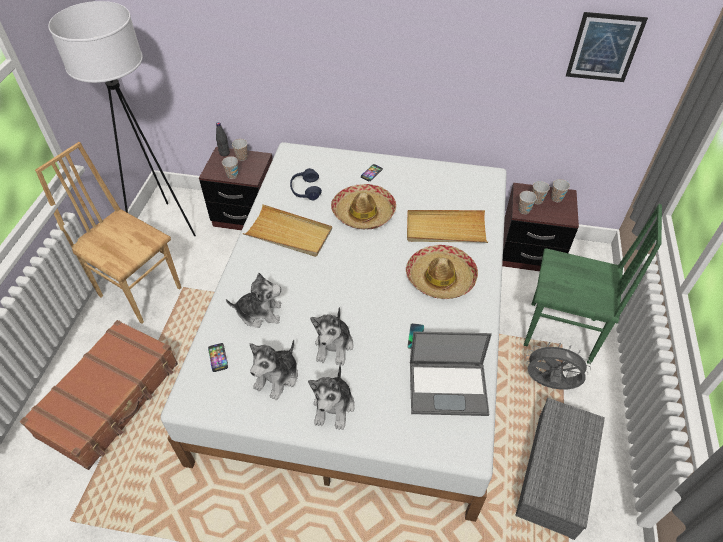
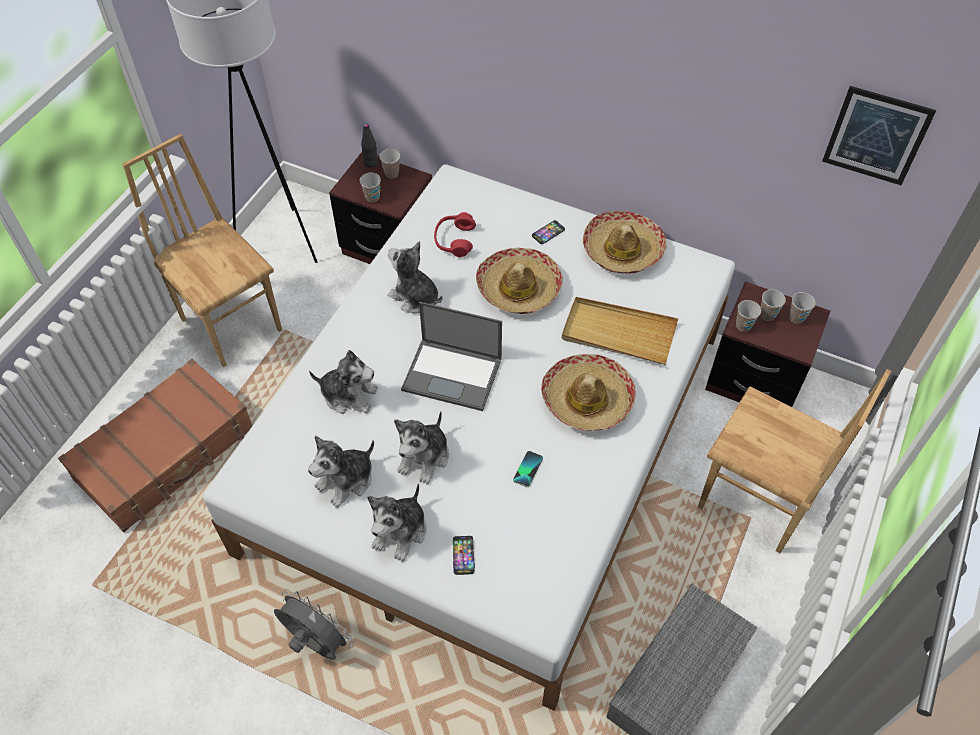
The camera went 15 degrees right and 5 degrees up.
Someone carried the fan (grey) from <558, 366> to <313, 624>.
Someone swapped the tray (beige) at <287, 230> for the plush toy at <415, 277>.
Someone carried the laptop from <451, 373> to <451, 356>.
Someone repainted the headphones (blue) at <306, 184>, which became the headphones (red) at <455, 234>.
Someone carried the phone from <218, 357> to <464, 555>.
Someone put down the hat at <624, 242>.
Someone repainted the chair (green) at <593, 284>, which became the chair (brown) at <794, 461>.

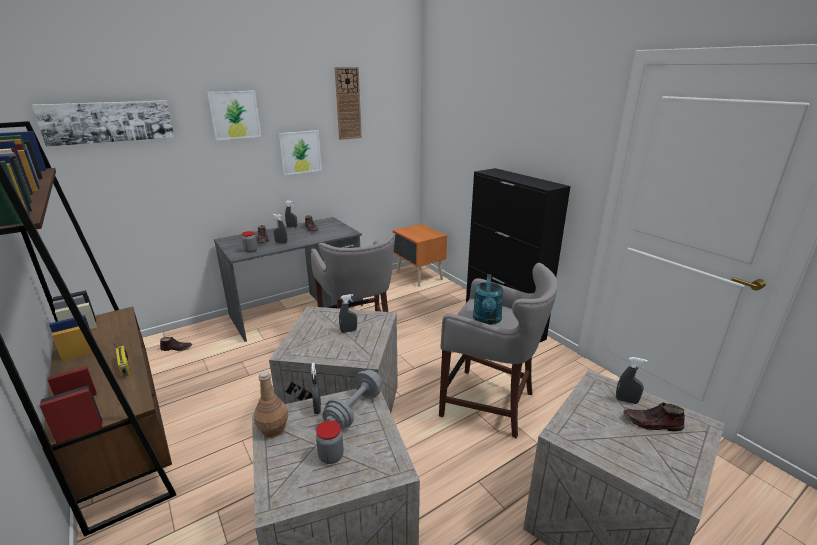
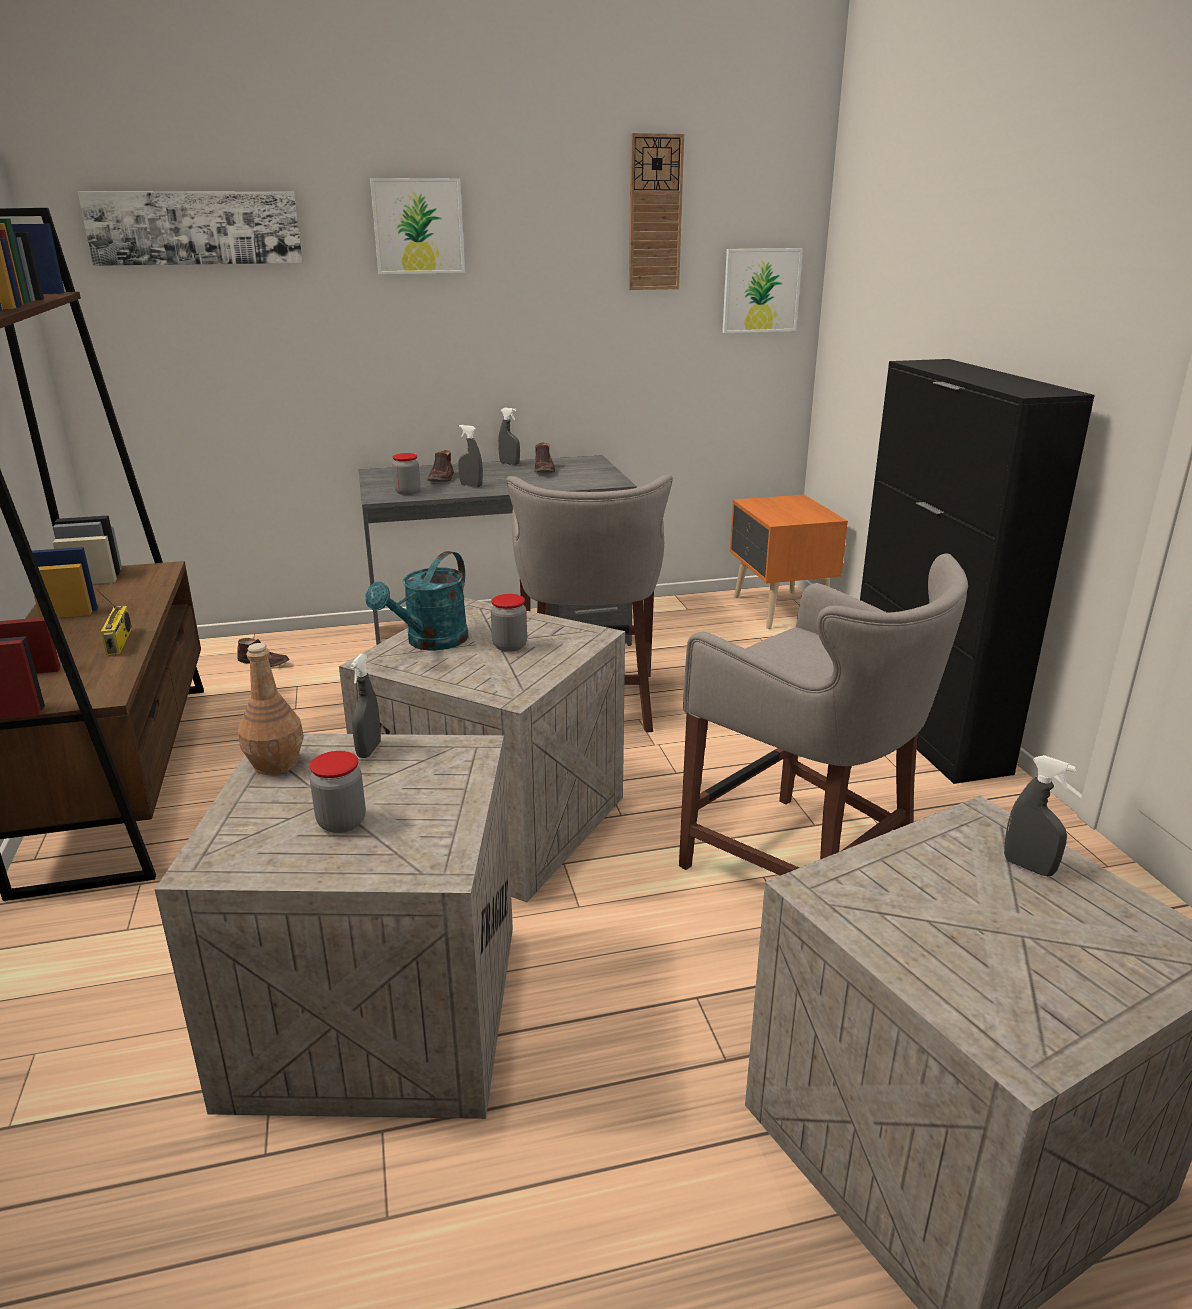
The camera went 20 degrees right and 0 degrees up.
Someone carried the watering can (turquoise) from <488, 299> to <417, 600>.
Someone swapped the spray bottle (grey) at <348, 313> for the jar at <509, 623>.
Someone carried the picture from <300, 152> to <762, 290>.
Someone took away the dumbbell (grey) at <352, 399>.
Someone took away the shoe (brown) at <654, 417>.

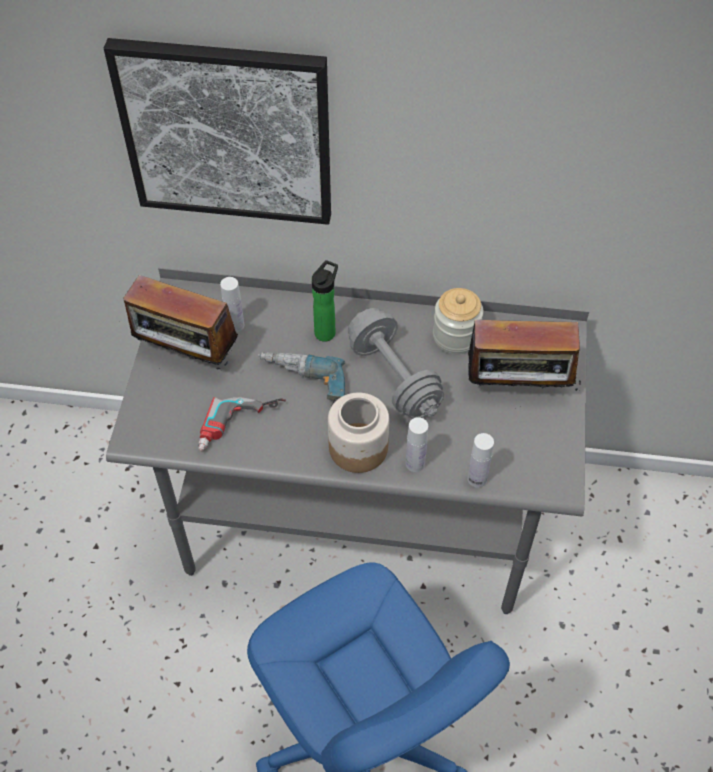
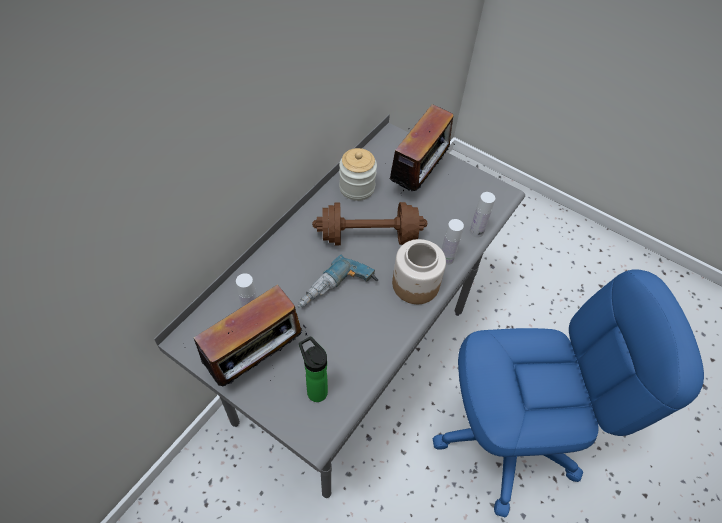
The camera went 65 degrees left and 0 degrees up.
Someone carried the bottle from <325, 301> to <313, 369>.
Someone repainted the dumbbell (grey) at <396, 363>, which became the dumbbell (brown) at <369, 224>.
Someone took away the picture at <217, 131>.
Someone took away the power drill at <242, 424>.

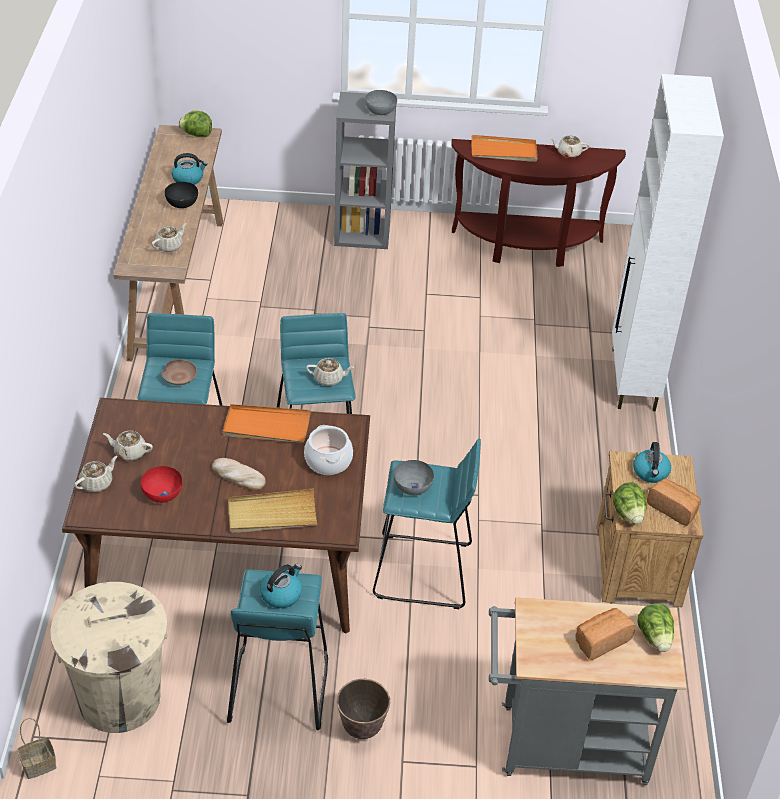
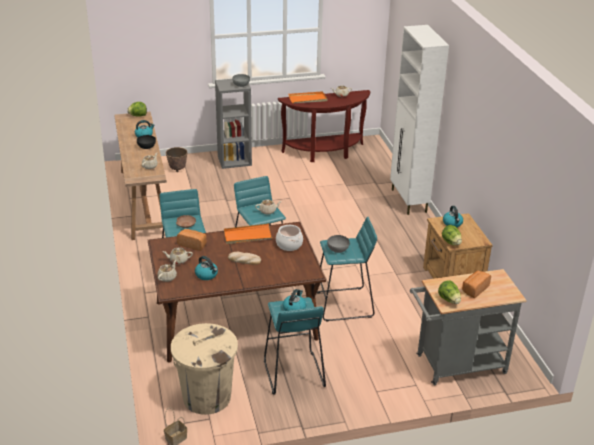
The camera went 15 degrees left and 10 degrees down.
Someone carried the planter from <363, 709> to <176, 159>.
Someone carried the bread from <674, 502> to <191, 240>.
Someone swapped the bowl (red) at <161, 484> for the kettle at <206, 268>.
Someone carried the lettuce from <655, 627> to <449, 292>.
Someone took away the tray (beige) at <273, 511>.

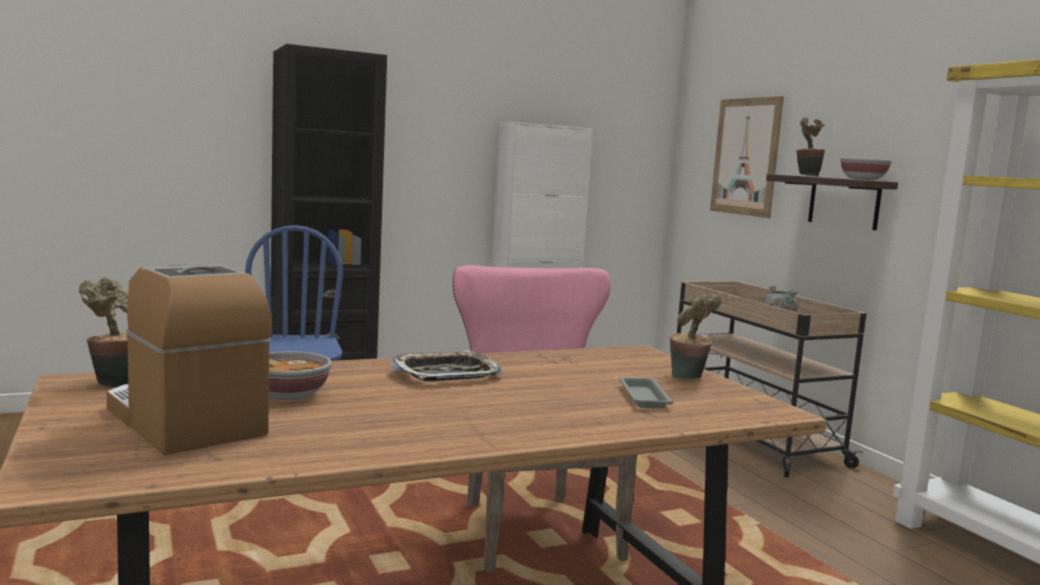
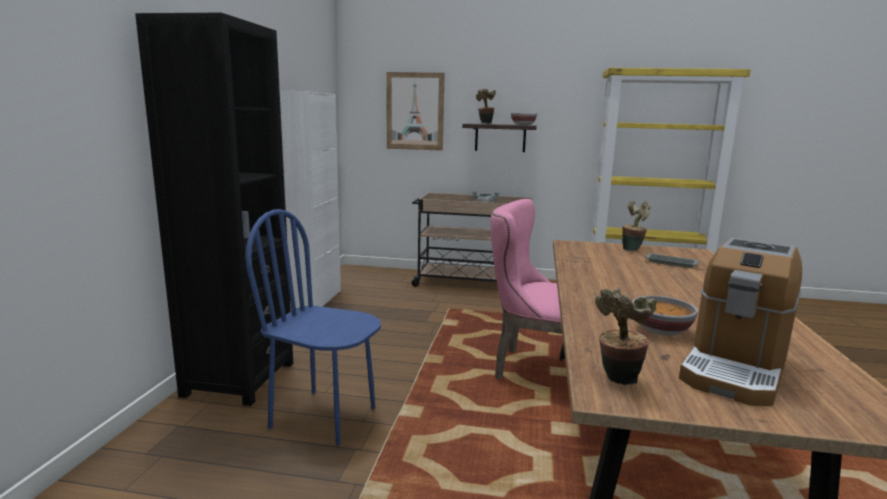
The camera went 55 degrees left and 5 degrees up.
Someone rotated the coffee machine at <189, 359> by 45 degrees counterclockwise.
Someone took away the tray at <446, 365>.

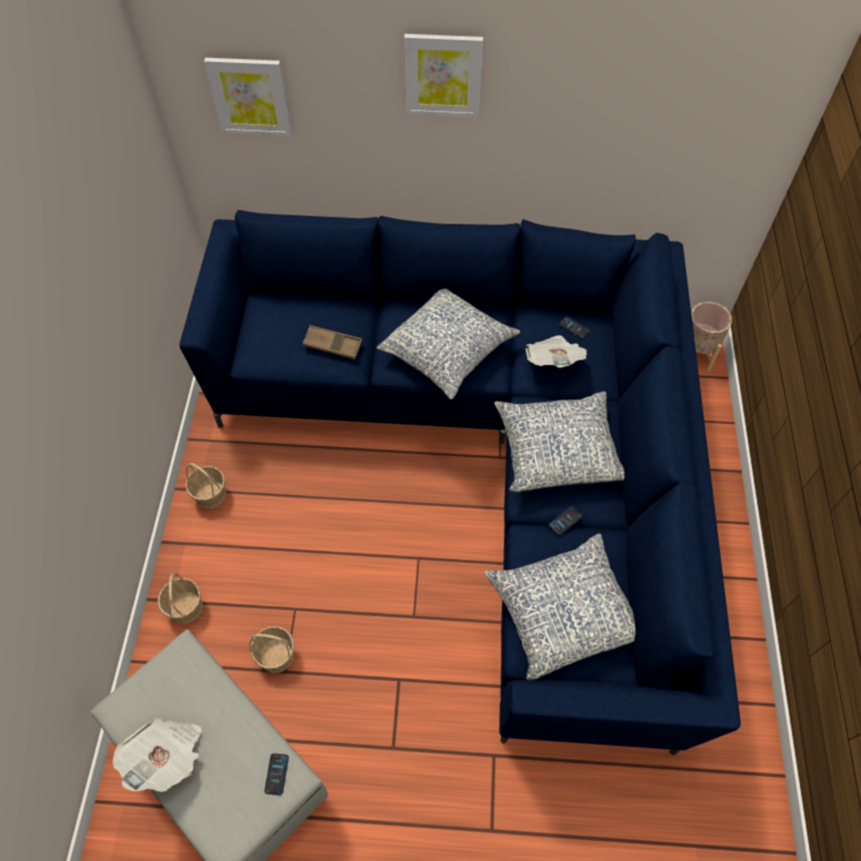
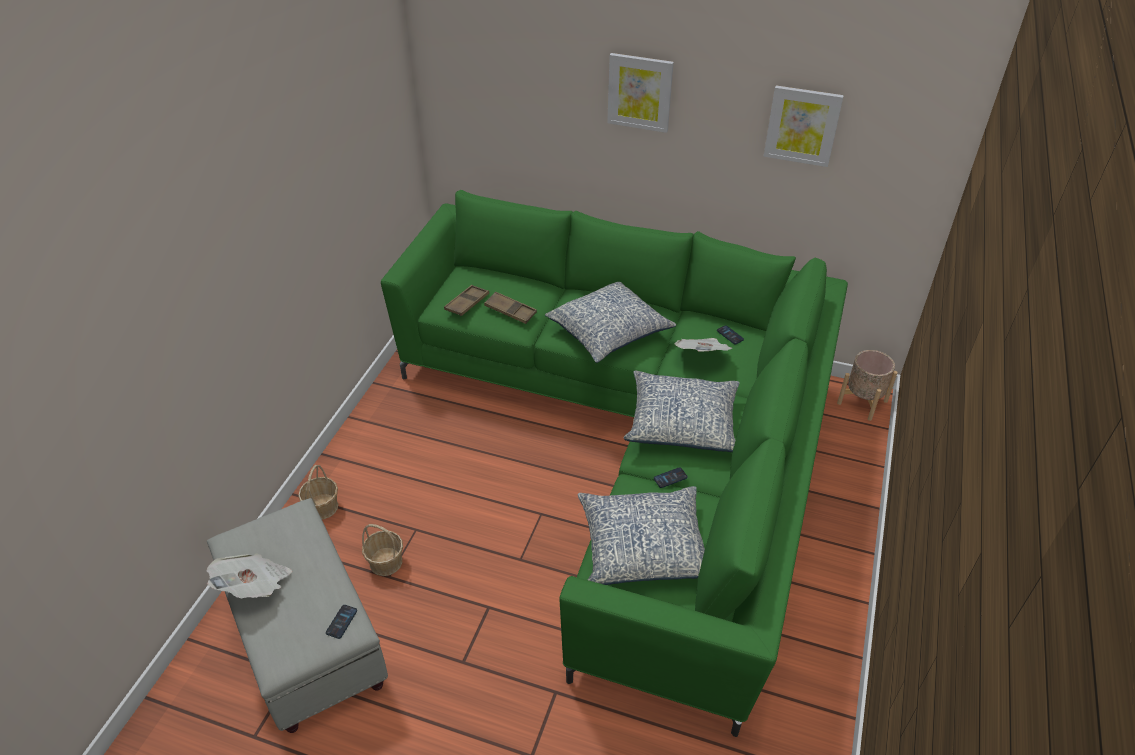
The camera went 15 degrees right and 15 degrees down.
Someone repainted the sofa (blue) at <460, 482>, which became the sofa (green) at <614, 463>.
Someone put down the tray (brown) at <466, 300>.
Someone carried the picture from <248, 97> to <804, 126>.
Someone took away the basket at <205, 486>.

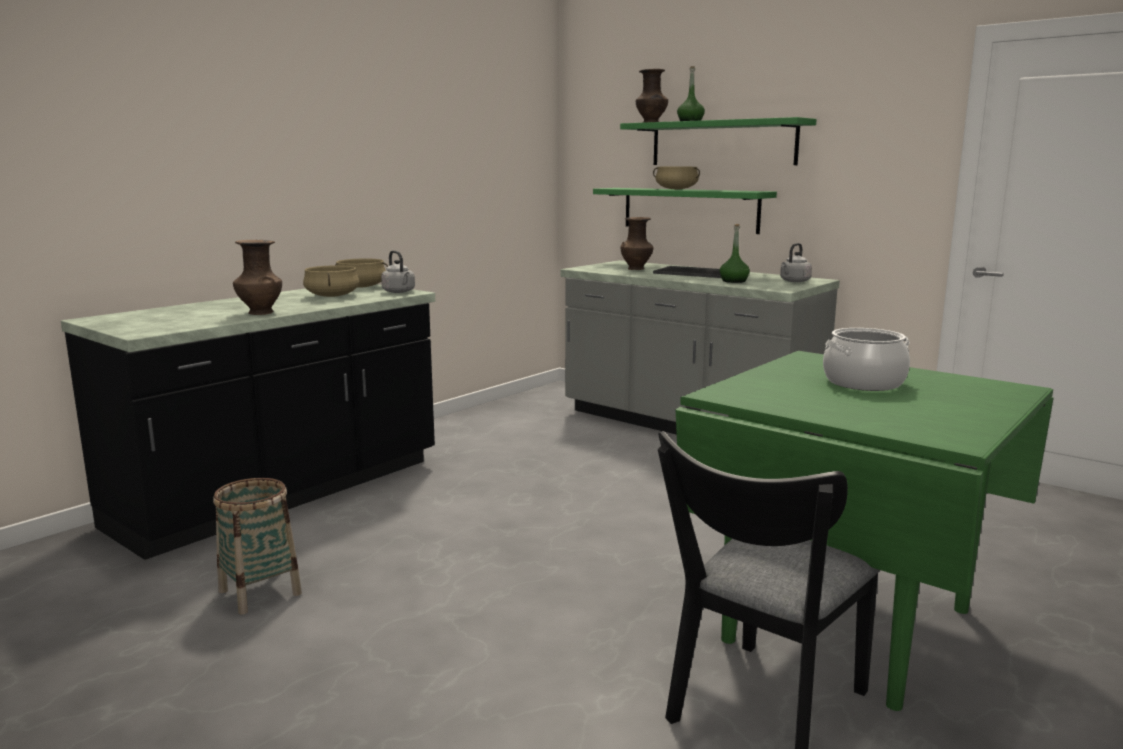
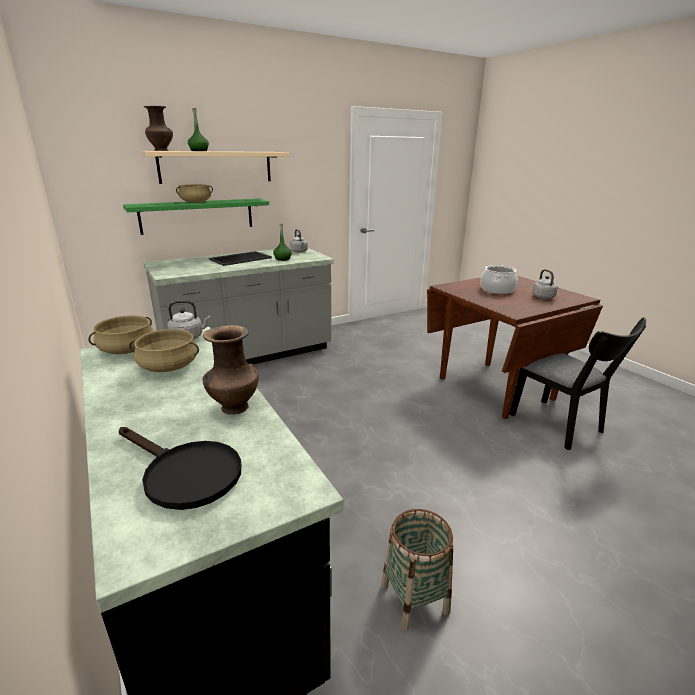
The camera went 70 degrees left and 10 degrees up.
Someone put down the frying pan (black) at <180, 468>.
Someone repainted the shelf (green) at <718, 141>, which became the shelf (beige) at <215, 167>.
Someone repainted the dining table (green) at <864, 531>, which became the dining table (brown) at <515, 347>.
Someone put down the kettle (grey) at <545, 284>.
Someone took away the vase (brown) at <637, 243>.

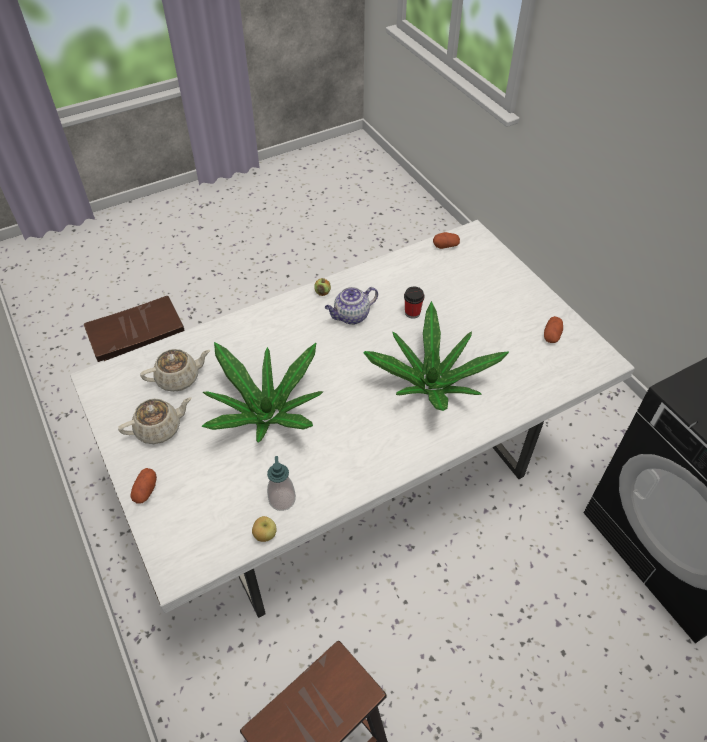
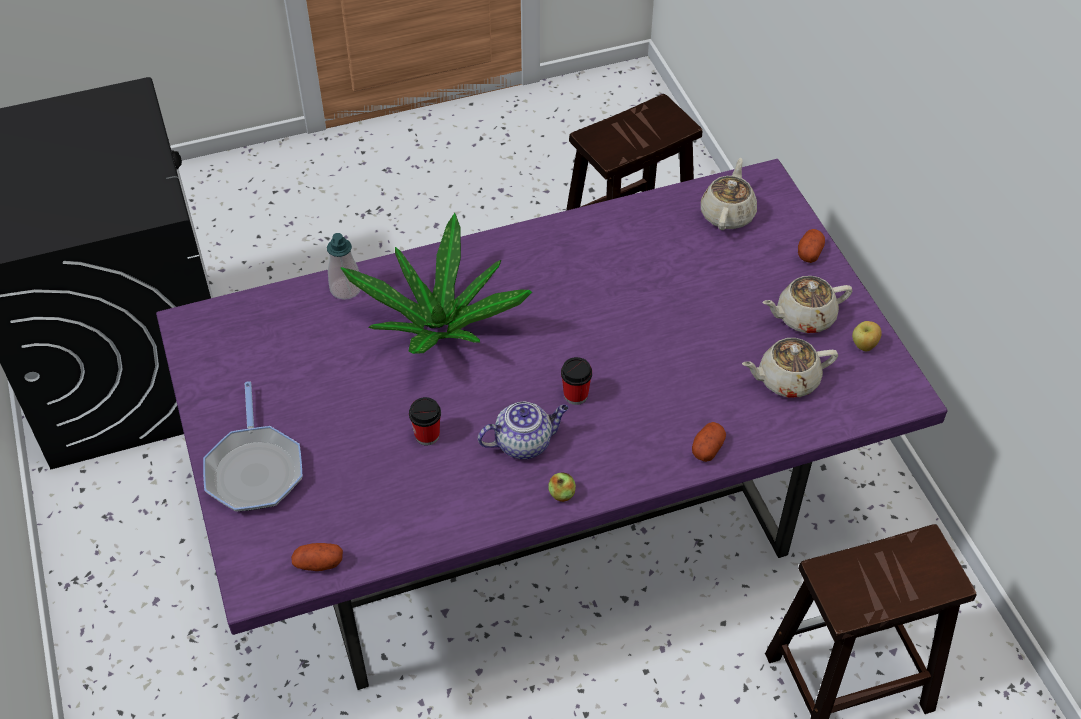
The camera went 170 degrees left and 0 degrees up.
Someone repainted the dining table (white) at <352, 419>, which became the dining table (purple) at <552, 424>.
Someone put down the frying pan at <252, 446>.
Someone carried the soap dispenser from <281, 483> to <344, 266>.
Someone put down the cup at <576, 381>.
Someone carried the potato from <553, 329> to <709, 442>.
Someone put down the teapot (beige) at <729, 194>.
Someone carried the apple from <264, 529> to <867, 336>.
Someone took away the potted plant at <262, 392>.

